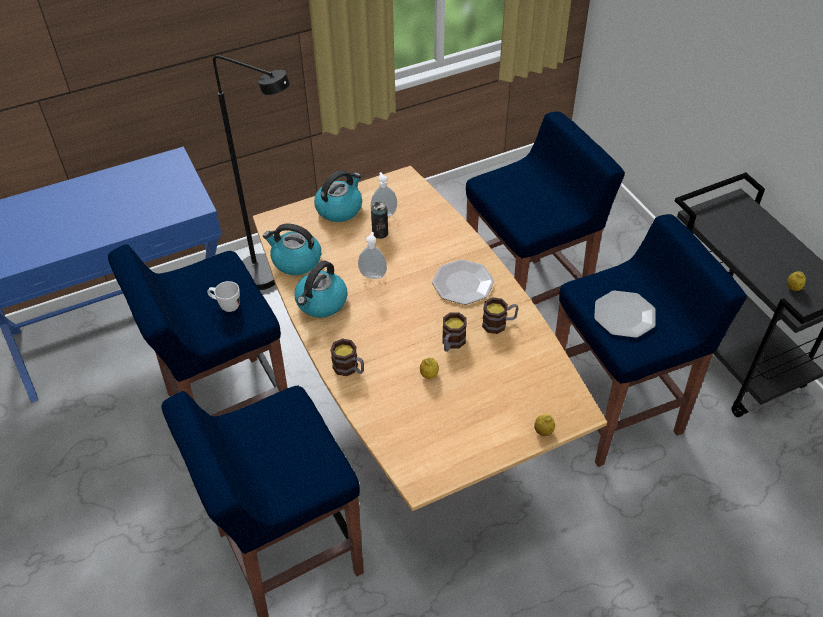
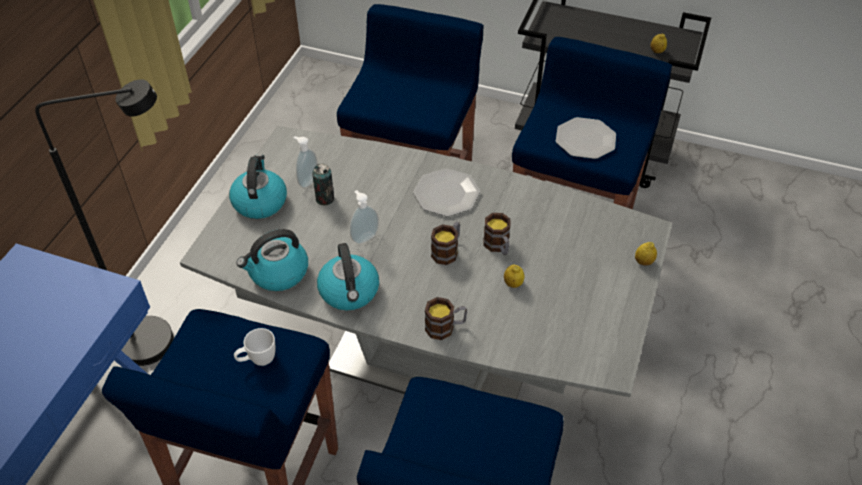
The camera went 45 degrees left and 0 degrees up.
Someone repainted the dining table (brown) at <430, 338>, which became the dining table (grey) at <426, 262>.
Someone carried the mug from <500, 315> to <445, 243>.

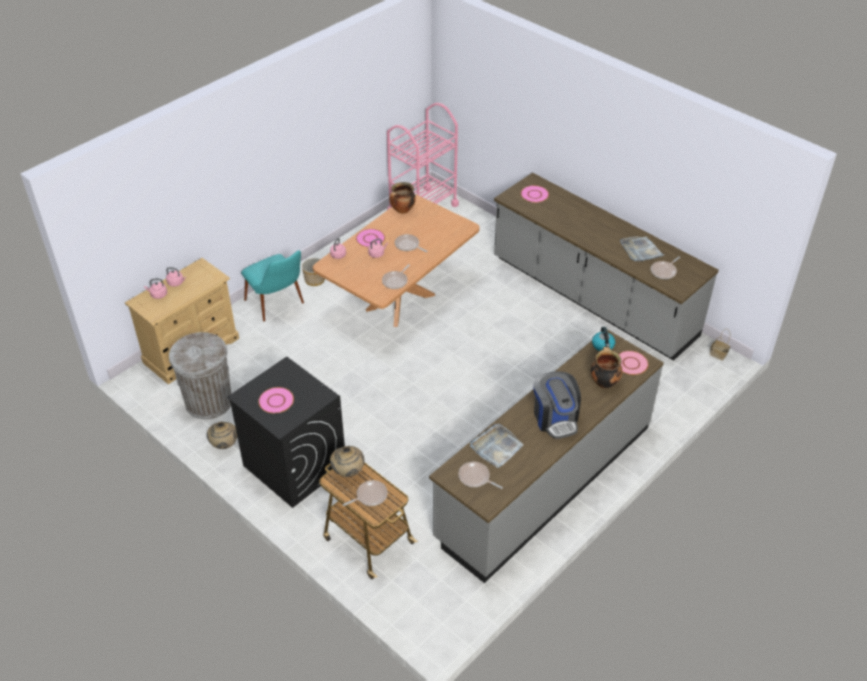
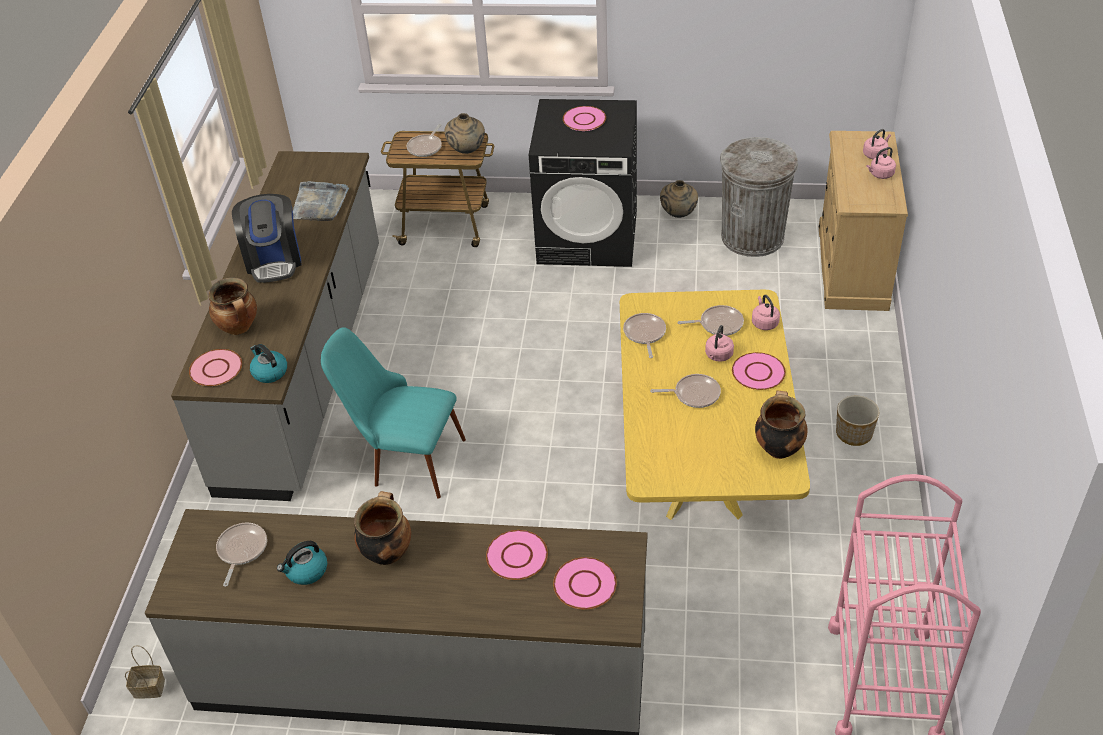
The camera went 145 degrees right and 0 degrees up.
Someone rotated the coffee machine at <557, 405> by 135 degrees counterclockwise.
Someone swapped the tray (grey) at <642, 249> for the kettle at <302, 563>.
Someone carried the chair (turquoise) from <272, 286> to <393, 413>.
Someone put down the cooking pot at <382, 528>.
Someone put down the plate (pink) at <517, 555>.
Someone repainted the dining table (brown) at <396, 260>, which became the dining table (yellow) at <715, 405>.
Someone carried the frying pan from <480, 475> to <710, 320>.

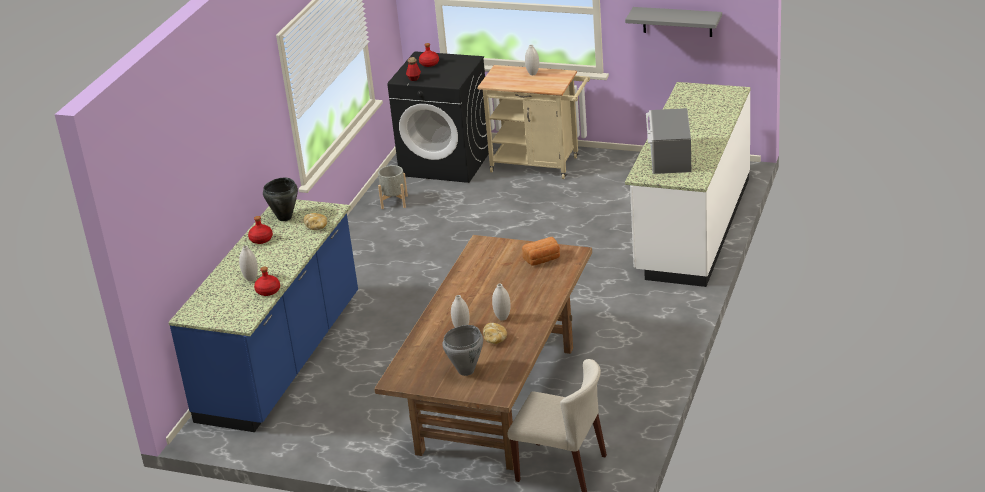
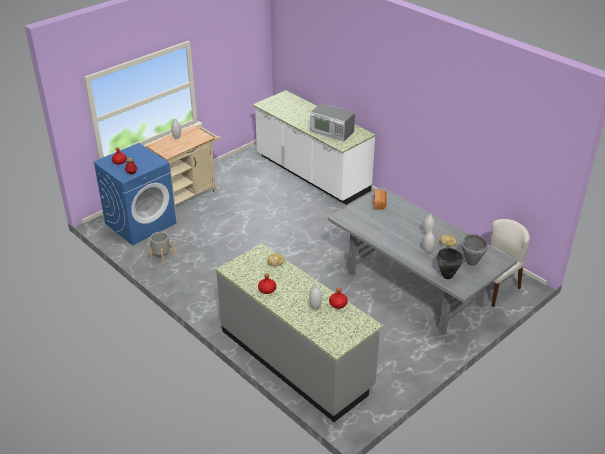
The camera went 65 degrees left and 5 degrees up.
Someone repainted the washing machine (black) at <438, 117>, which became the washing machine (blue) at <134, 194>.
Someone repainted the counter (blue) at <263, 315>, which became the counter (grey) at <299, 332>.
Someone repainted the dining table (brown) at <483, 352>, which became the dining table (grey) at <423, 261>.
Someone carried the cooking pot (black) from <280, 199> to <450, 263>.
Someone took away the shelf (grey) at <673, 22>.

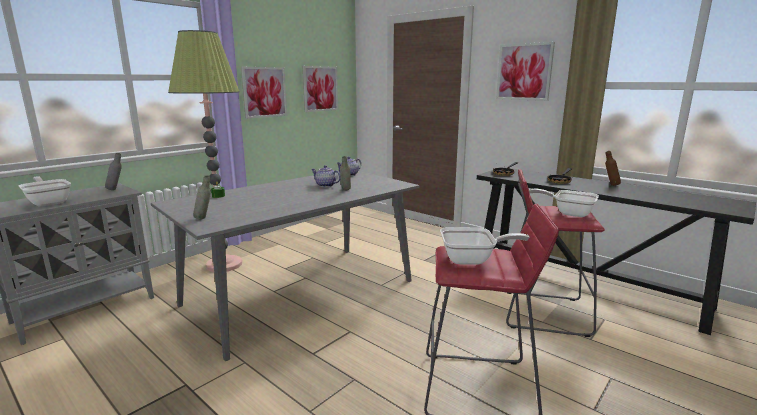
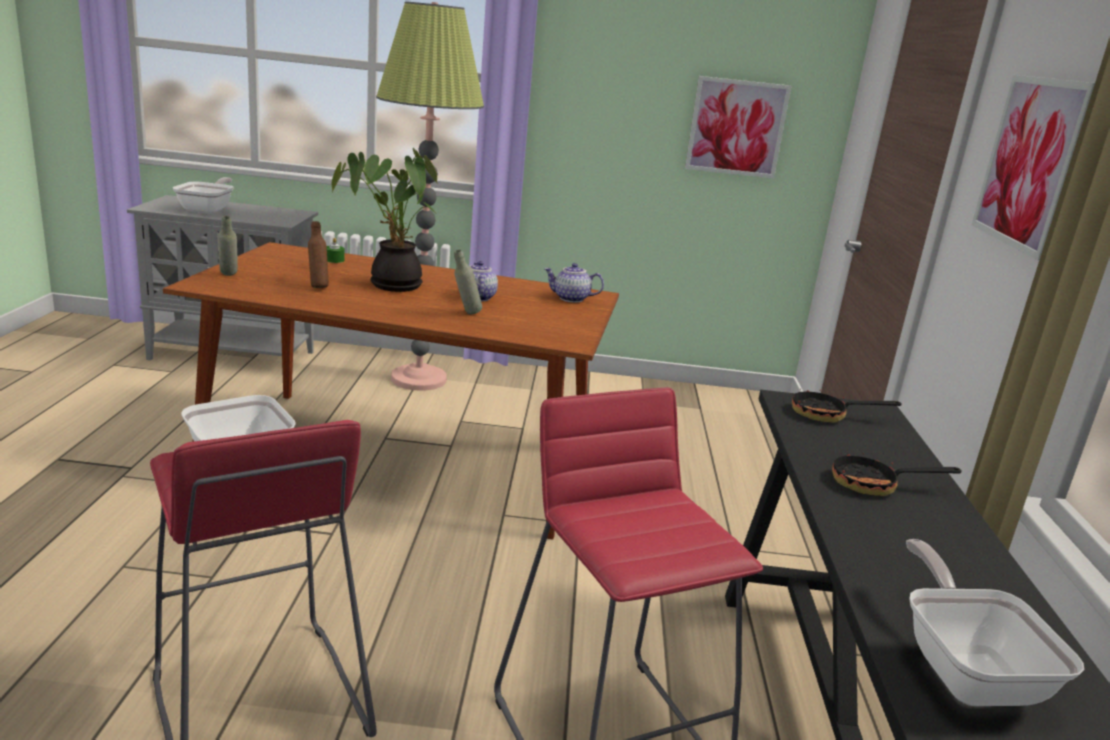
The camera went 50 degrees right and 5 degrees up.
Someone repainted the dining table (grey) at <285, 266>, which became the dining table (brown) at <391, 391>.
Someone carried the bottle (brown) from <613, 168> to <318, 254>.
Someone put down the potted plant at <385, 220>.
Someone carried the frying pan from <564, 203> to <995, 622>.
Someone took away the bottle (grey) at <113, 171>.
Someone took away the picture at <264, 93>.

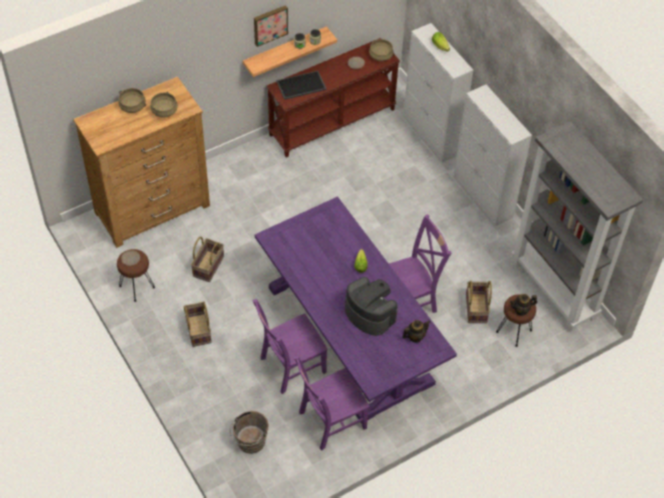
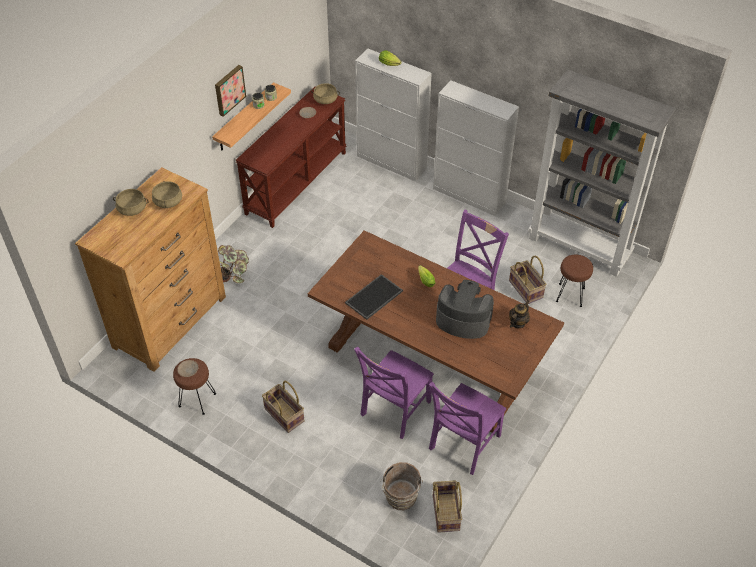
The camera went 25 degrees left and 5 degrees down.
Someone put down the potted plant at <233, 264>.
Someone repainted the dining table (purple) at <356, 310>, which became the dining table (brown) at <436, 331>.
Someone carried the tray from <301, 85> to <374, 297>.
Someone carried the basket from <207, 259> to <447, 506>.
Someone took away the teapot at <523, 305>.

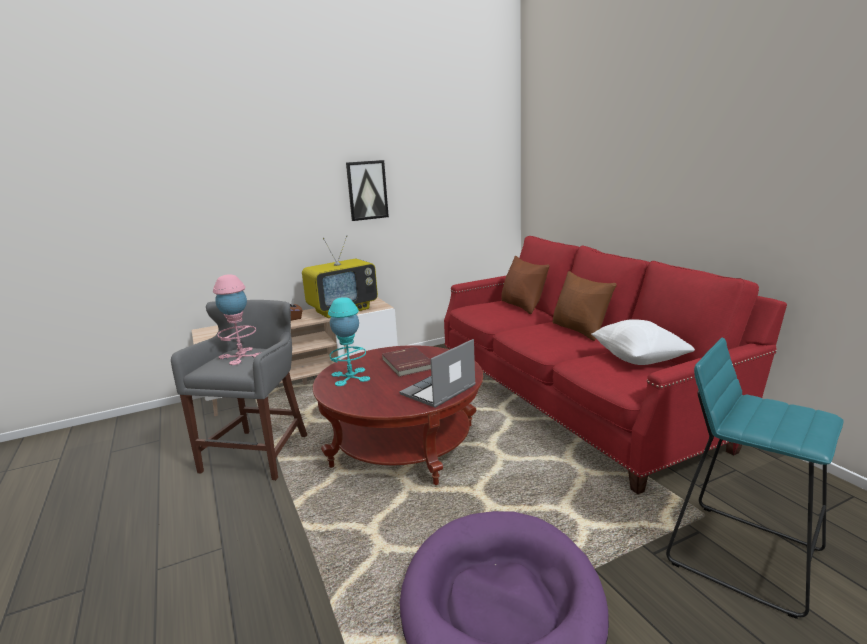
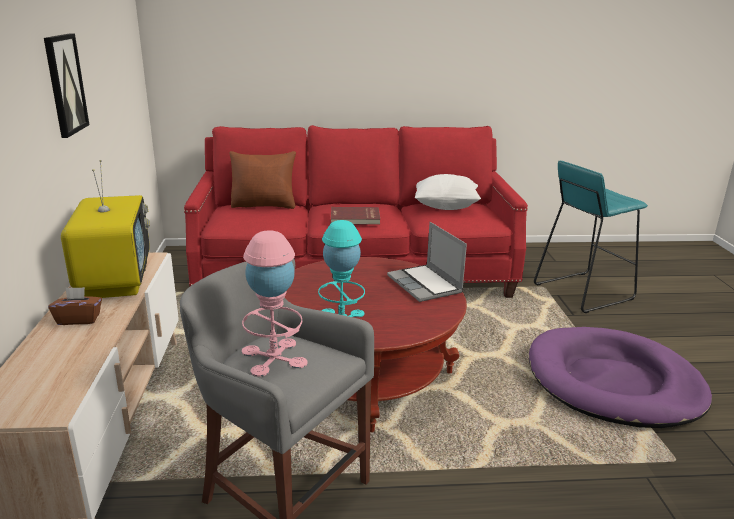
The camera went 70 degrees left and 5 degrees up.
Someone carried the book (red) from <406, 362> to <355, 216>.
Someone took away the pillow (brown) at <584, 306>.

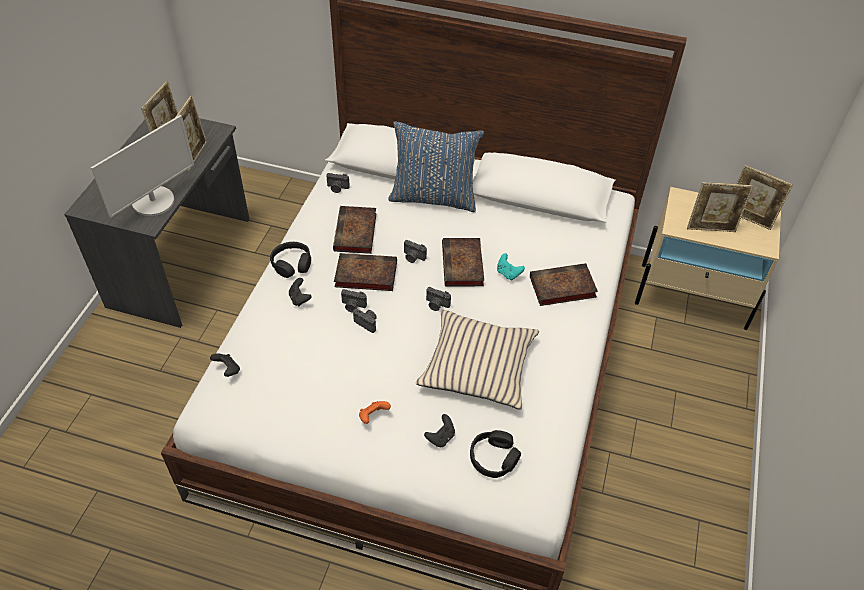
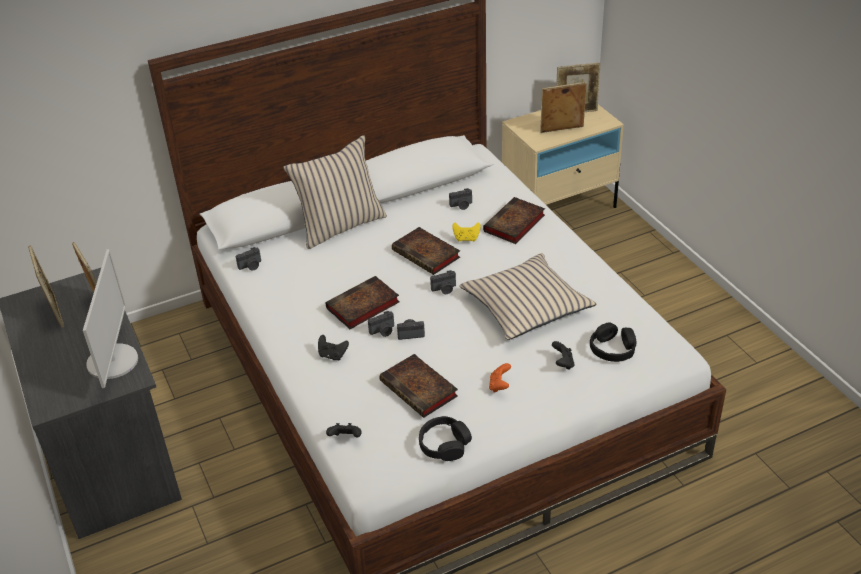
The camera went 40 degrees left and 10 degrees down.
Someone repainted the pillow (blue) at <436, 166>, which became the pillow (beige) at <335, 192>.
Someone carried the book from <354, 230> to <419, 386>.
Someone carried the headphones (black) from <290, 260> to <445, 438>.
Someone carried the photo camera from <415, 251> to <460, 199>.
Someone repainted the game controller (turquoise) at <511, 266>, which became the game controller (yellow) at <466, 232>.
Someone rotated the picture frame at <720, 207> by 150 degrees counterclockwise.

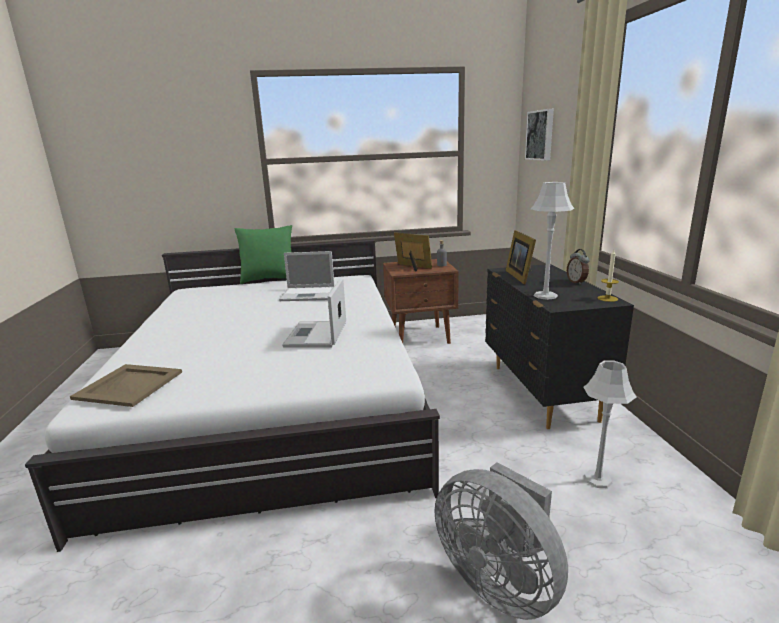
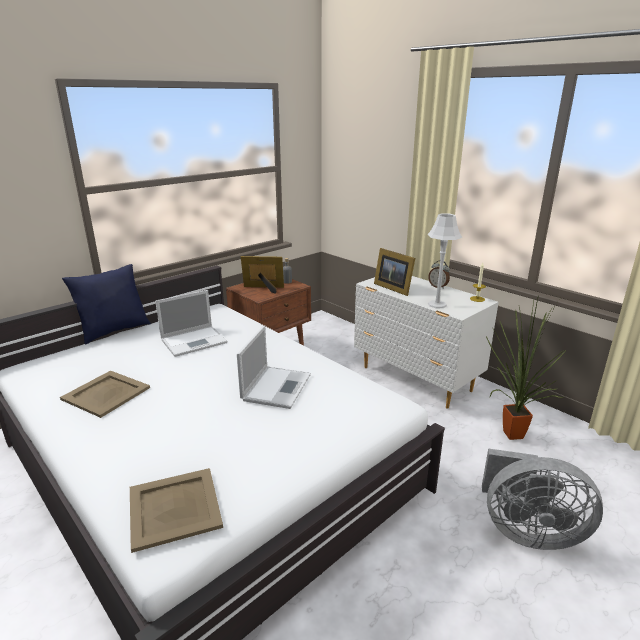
The camera went 35 degrees left and 5 degrees up.
Someone put down the tray (beige) at <105, 394>.
Someone repainted the pillow (green) at <263, 254>, which became the pillow (blue) at <106, 304>.
Someone rotated the laptop at <314, 313> by 135 degrees counterclockwise.
Someone repainted the dresser (black) at <559, 346>, which became the dresser (white) at <426, 342>.
Someone swapped the table lamp (grey) at <610, 424> for the potted plant at <526, 367>.
Someone took away the picture at <539, 135>.

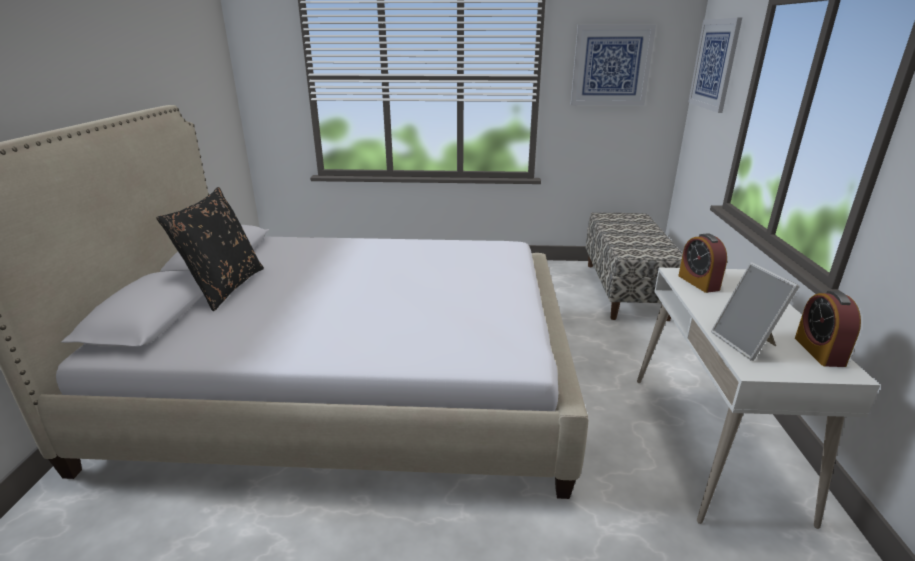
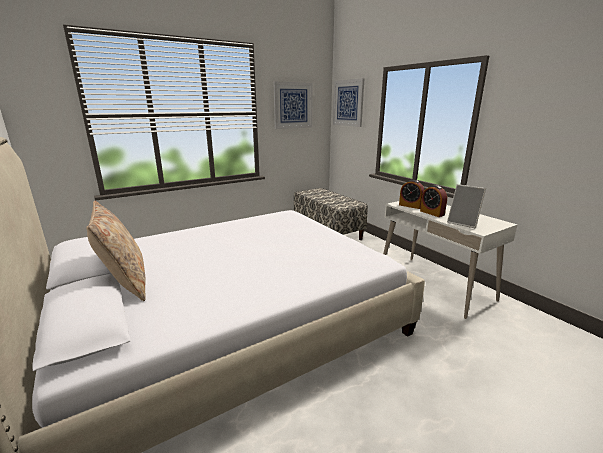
The camera went 35 degrees left and 5 degrees down.
Someone repainted the pillow (black) at <210, 249>, which became the pillow (beige) at <116, 251>.
Someone carried the alarm clock from <828, 329> to <433, 201>.

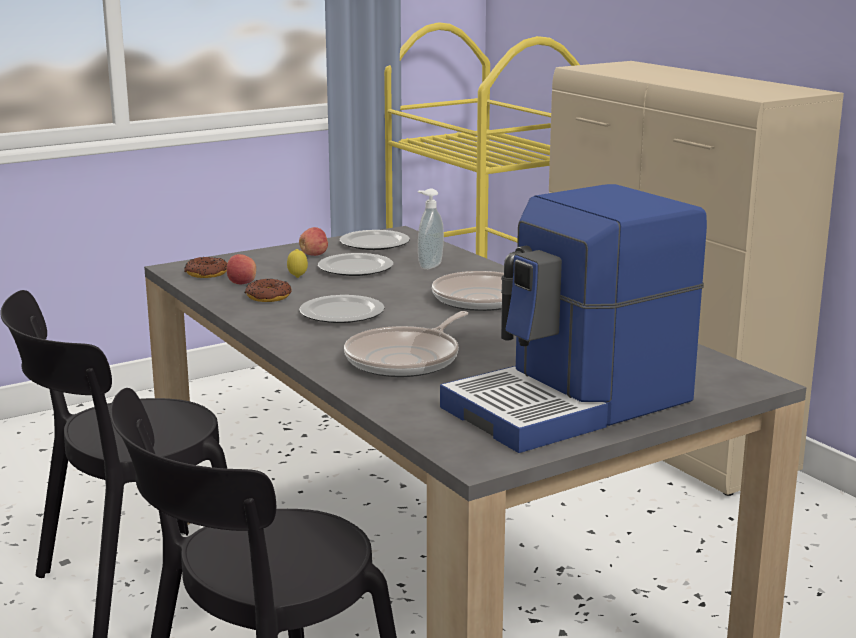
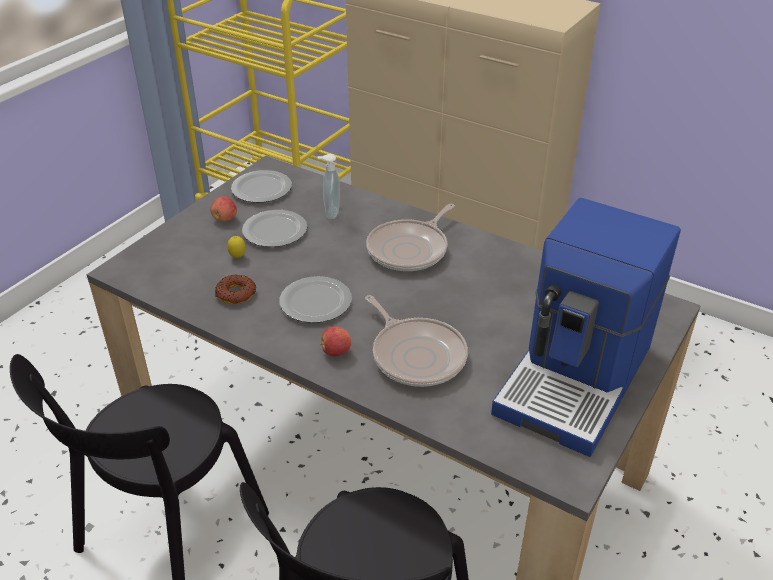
The camera went 25 degrees left and 20 degrees up.
Someone carried the apple from <241, 269> to <336, 341>.
Someone rotated the frying pan at <406, 344> by 45 degrees counterclockwise.
Someone took away the donut at <205, 267>.

